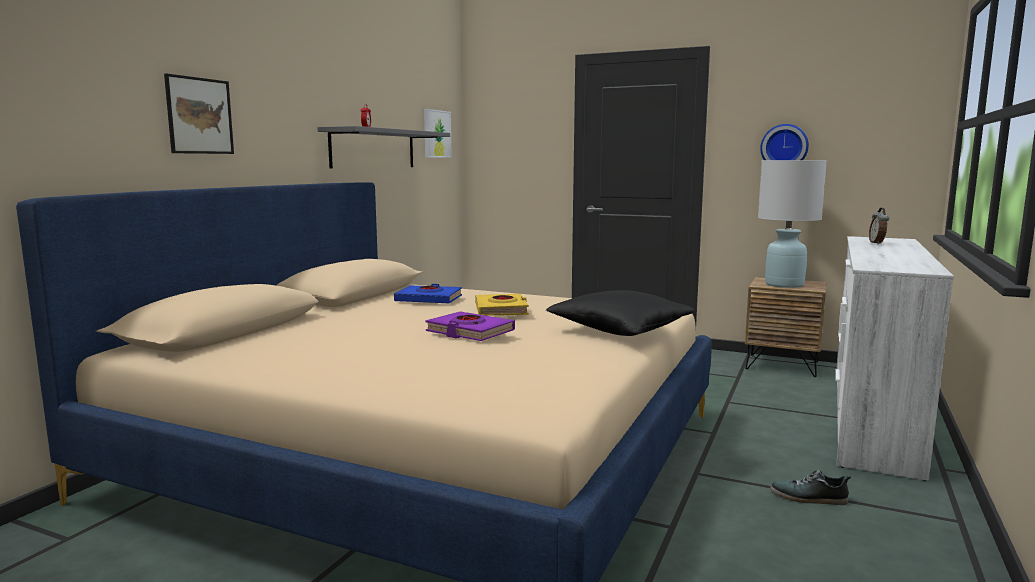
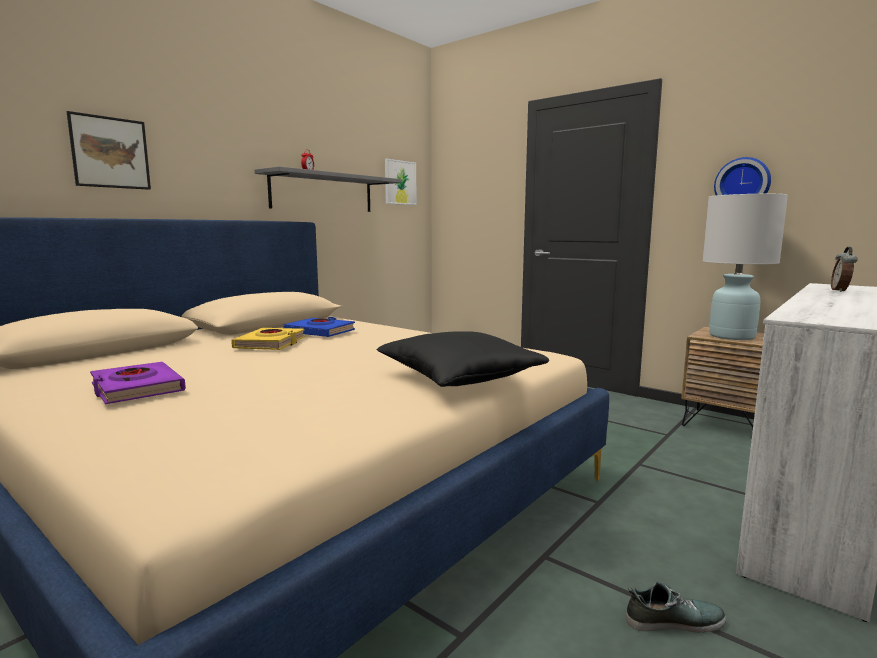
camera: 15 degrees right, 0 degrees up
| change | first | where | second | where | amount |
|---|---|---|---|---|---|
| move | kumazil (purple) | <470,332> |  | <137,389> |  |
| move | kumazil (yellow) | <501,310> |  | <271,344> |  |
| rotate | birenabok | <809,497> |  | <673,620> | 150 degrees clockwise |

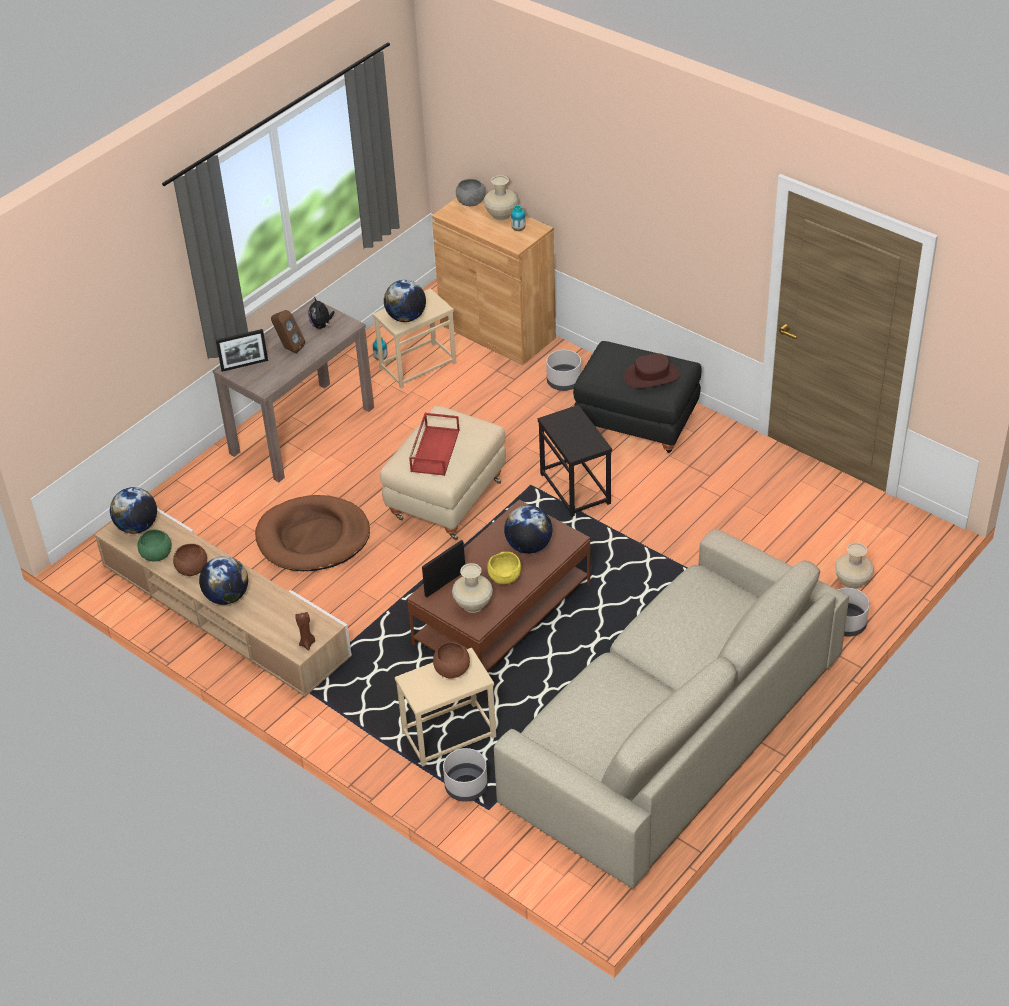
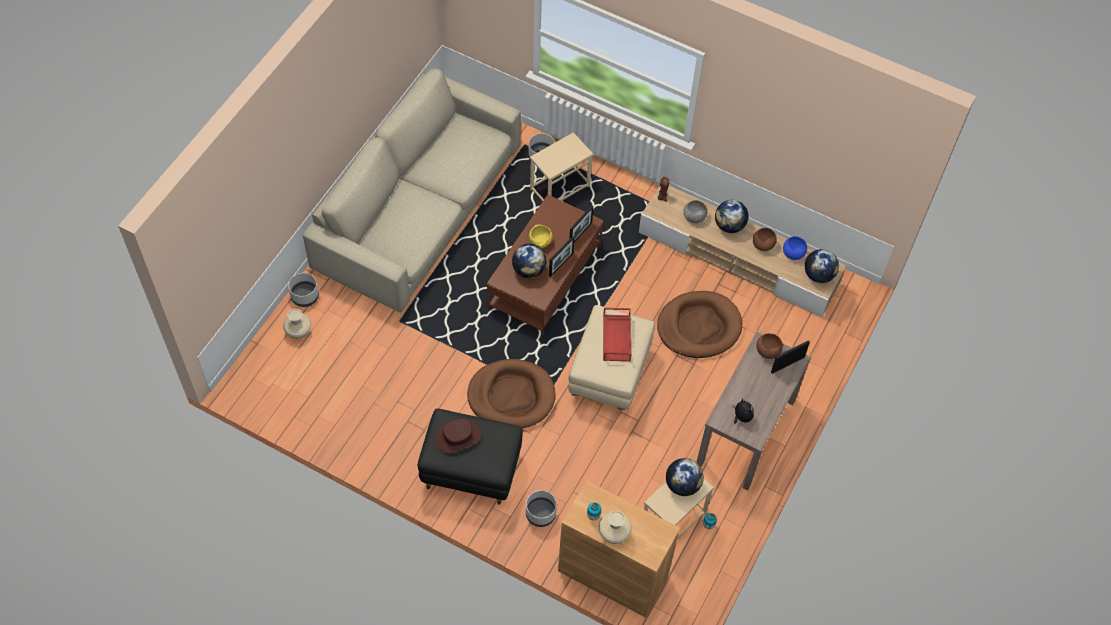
camera: 165 degrees right, 15 degrees up
| change | first | where | second | where | amount |
|---|---|---|---|---|---|
| recolor | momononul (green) | <156,554> | momononul (blue) | <793,253> |  |
| delete | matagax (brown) | <289,348> |  |  |  |
| move | momononul (brown) | <452,670> |  | <768,350> |  |
| delete | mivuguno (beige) | <473,604> |  |  |  |
| move | momononul (grey) | <471,202> |  | <694,217> |  |
| replace | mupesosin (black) | <576,488> | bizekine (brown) | <511,396> |  |
| insert |  |  | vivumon | <561,264> |  |

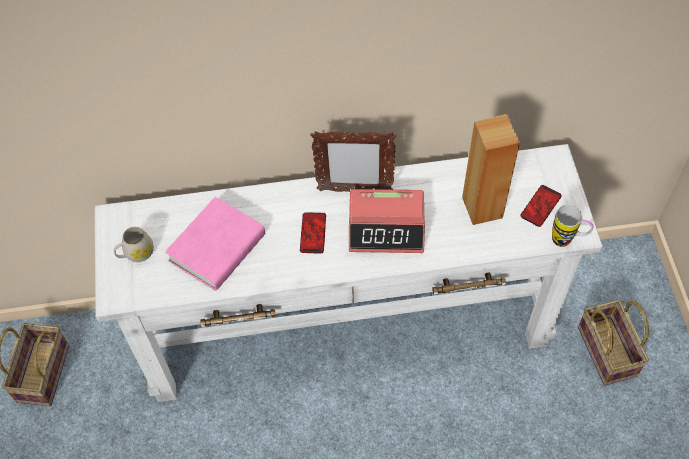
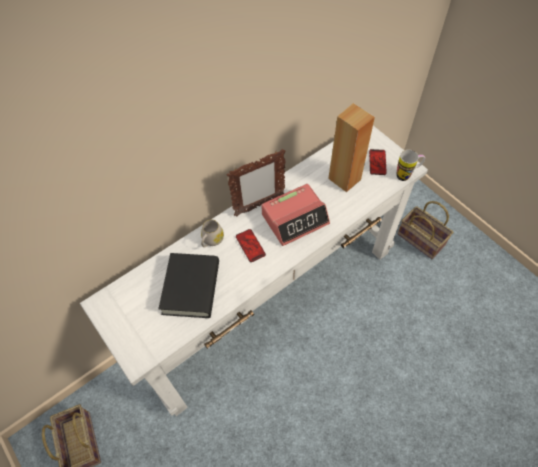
camera: 30 degrees left, 0 degrees up
| change | first | where | second | where | amount |
|---|---|---|---|---|---|
| move | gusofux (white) | <136,254> |  | <211,241> |  |
| recolor | kumazil (pink) | <217,248> | kumazil (black) | <191,288> |  |

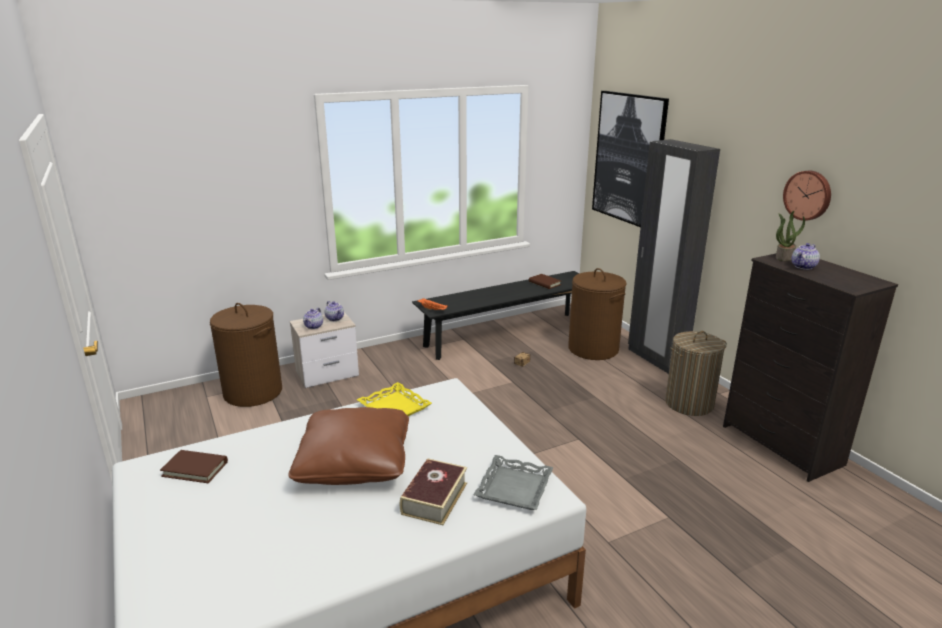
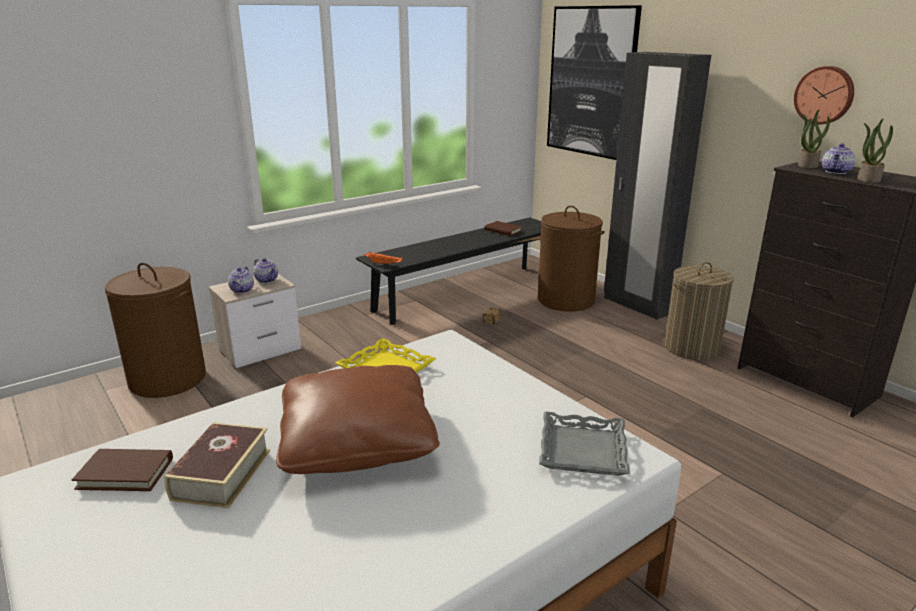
camera: 10 degrees left, 0 degrees up
| change | first | where | second | where | amount |
|---|---|---|---|---|---|
| move | kumazil | <434,498> |  | <222,474> |  |
| insert |  |  | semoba | <868,179> |  |

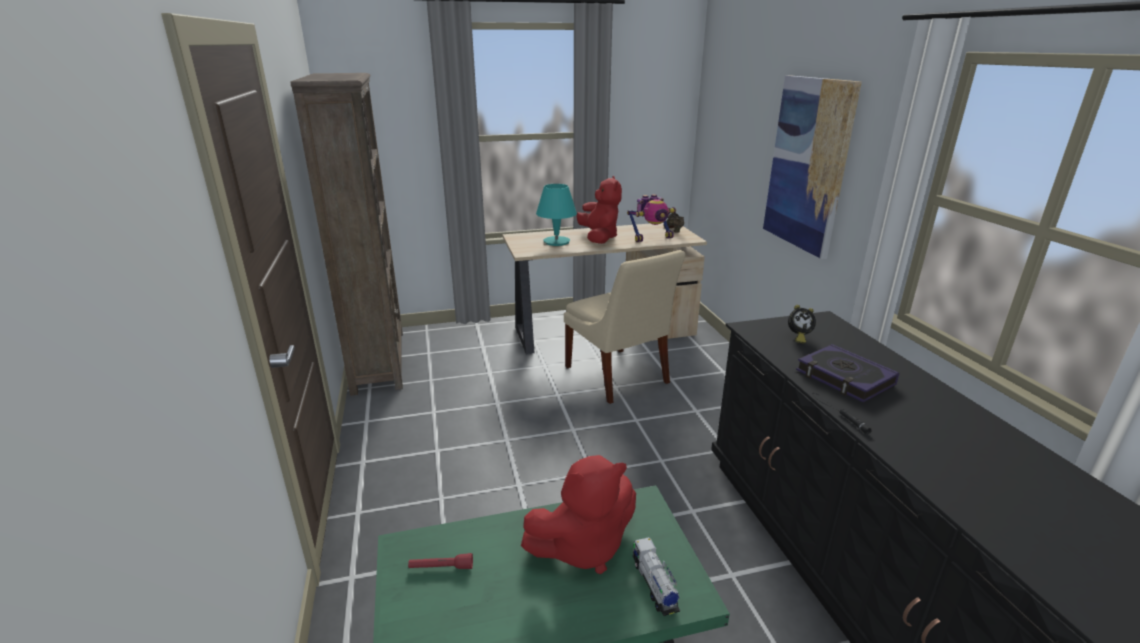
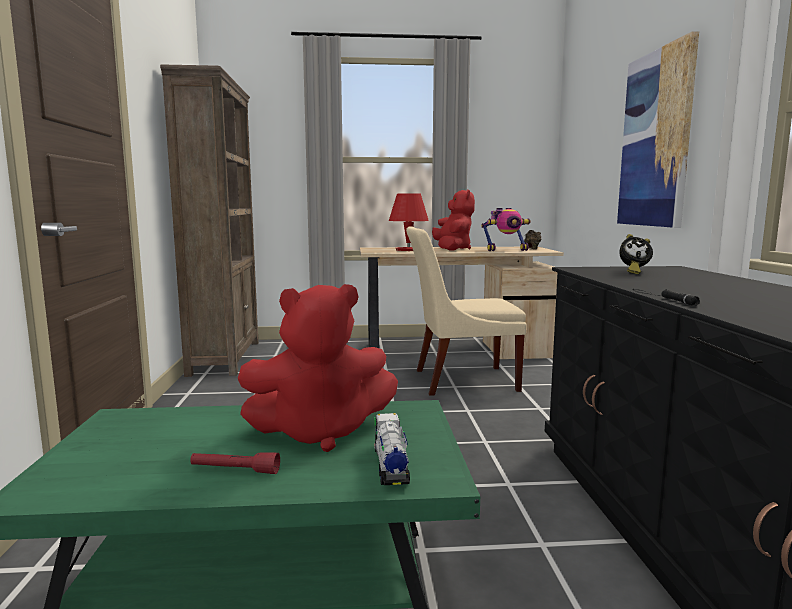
camera: 10 degrees right, 15 degrees down
| change | first | where | second | where | amount |
|---|---|---|---|---|---|
| move | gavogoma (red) | <441,567> |  | <235,470> |  |
| recolor | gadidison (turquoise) | <556,242> | gadidison (red) | <408,250> |  |
| rotate | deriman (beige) | <618,377> |  | <460,380> | 105 degrees clockwise |
| delete | kumazil | <844,378> |  |  |  |

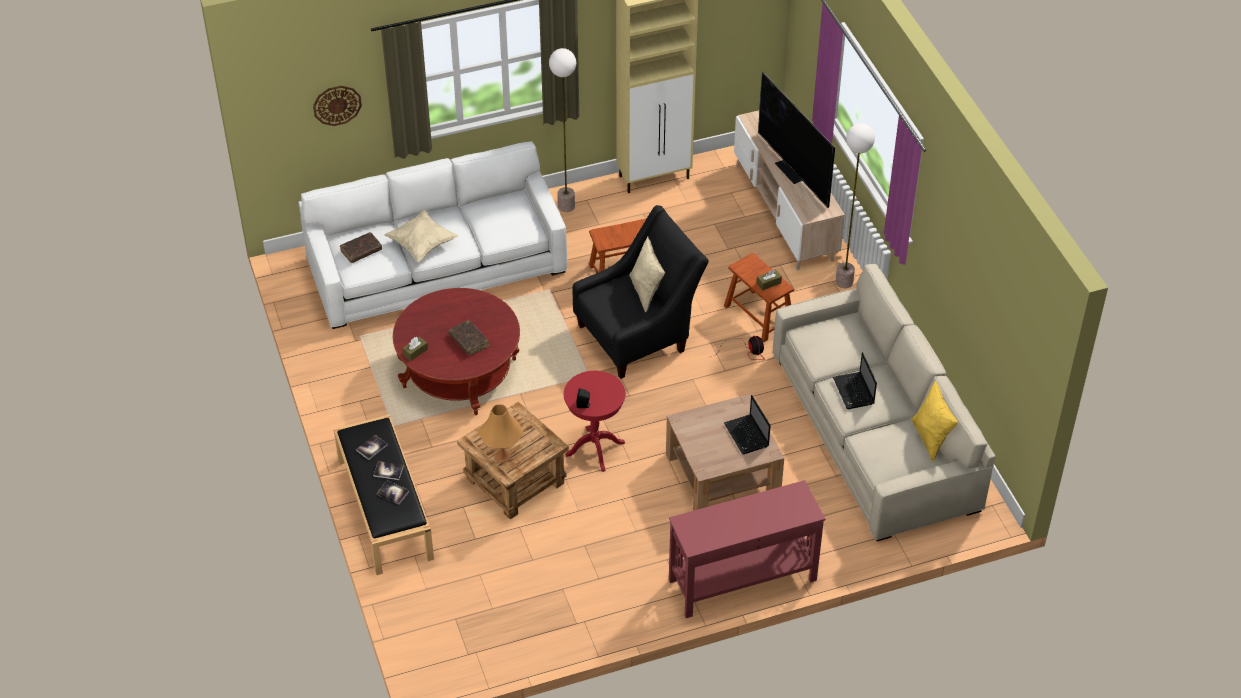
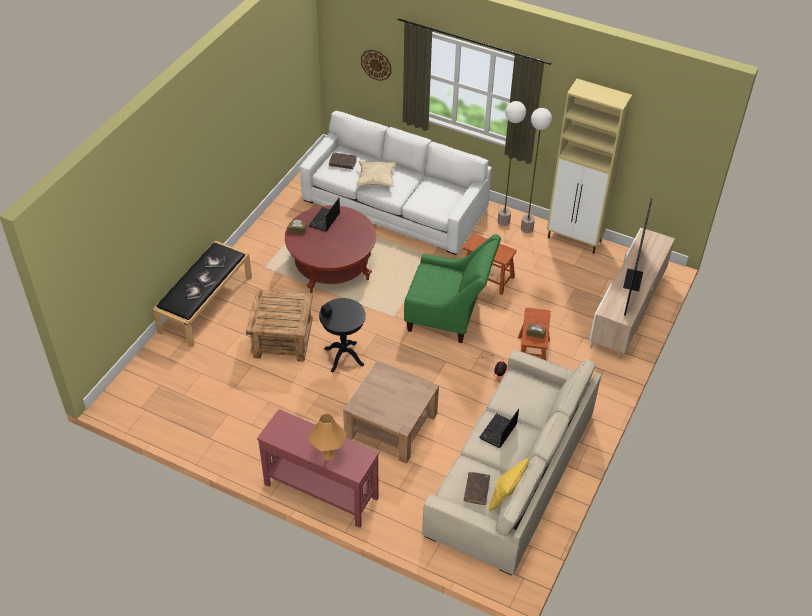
camera: 45 degrees right, 0 degrees up
| change | first | where | second | where | amount |
|---|---|---|---|---|---|
| move | kumazil (brown) | <469,341> |  | <476,490> |  |
| move | gadidison (orange) | <502,456> |  | <328,454> |  |
| recolor | mupesosin (red) | <595,449> | mupesosin (black) | <344,357> |  |
| recolor | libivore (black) | <638,335> | libivore (green) | <449,316> |  |
| delete | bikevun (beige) | <646,292> |  |  |  |
| move | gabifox | <747,436> |  | <324,220> |  |
| move | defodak | <844,282> |  | <526,228> |  |

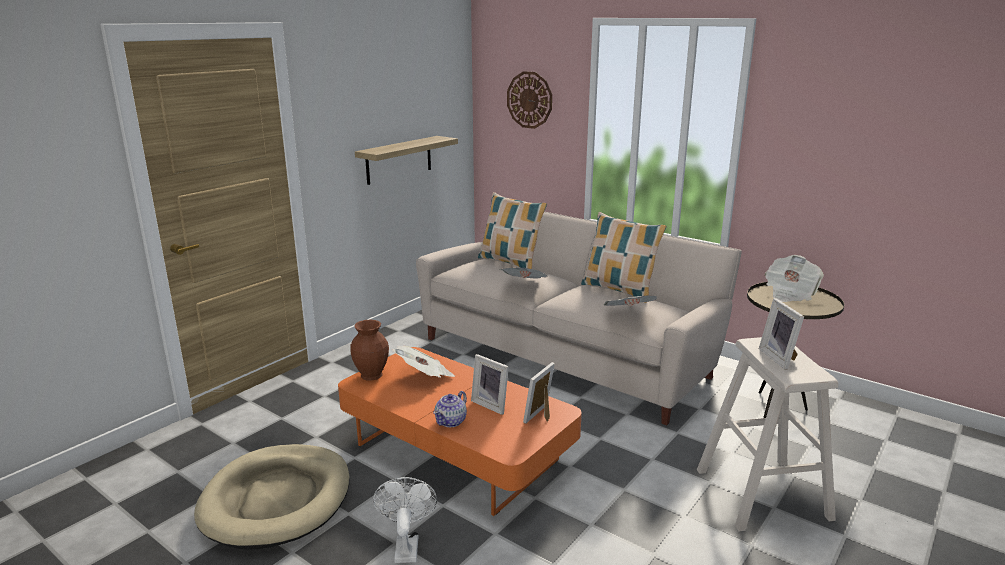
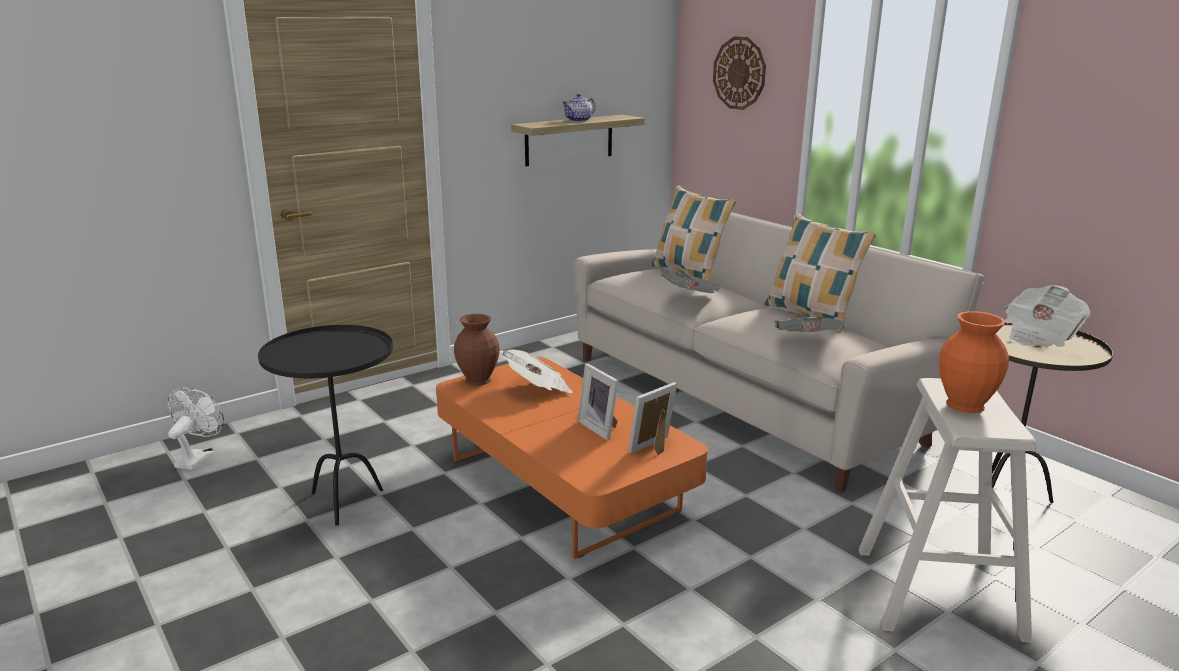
camera: 15 degrees right, 0 degrees up
| change | first | where | second | where | amount |
|---|---|---|---|---|---|
| replace | bizekine (beige) | <277,499> | mupesosin (black) | <344,502> |  |
| move | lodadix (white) | <406,545> |  | <198,457> |  |
| move | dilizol | <451,421> |  | <579,120> |  |
| replace | vivumon | <780,358> | mivuguno (orange) | <966,405> |  |

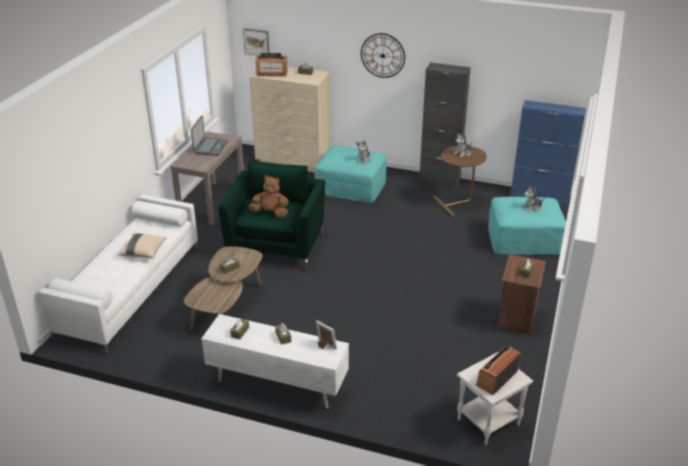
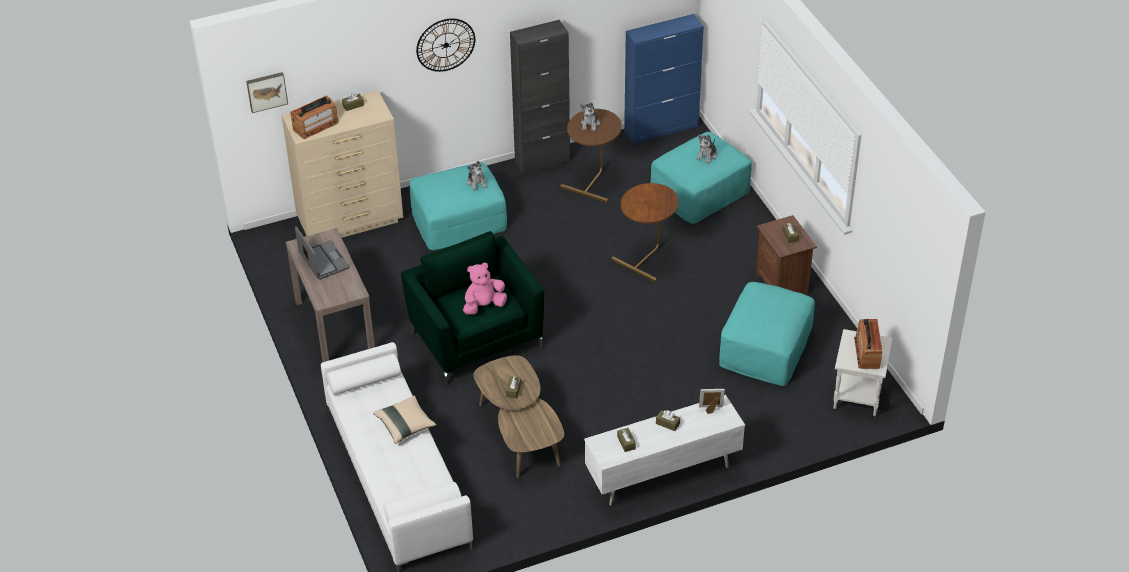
camera: 40 degrees left, 10 degrees up
| change | first | where | second | where | amount |
|---|---|---|---|---|---|
| recolor | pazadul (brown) | <270,213> | pazadul (pink) | <484,306> |  |
| insert |  |  | mupesosin (brown) | <647,257> |  |
| insert |  |  | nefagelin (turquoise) | <765,347> |  |

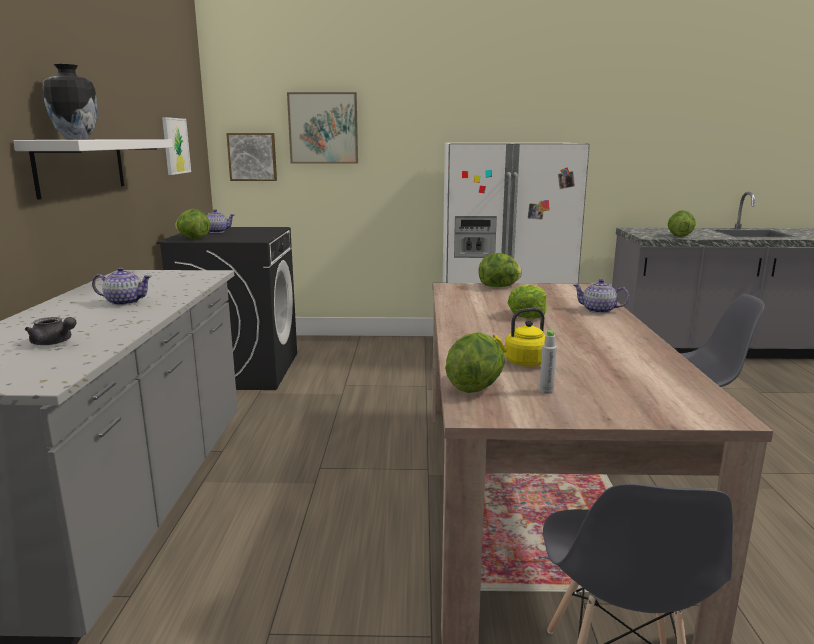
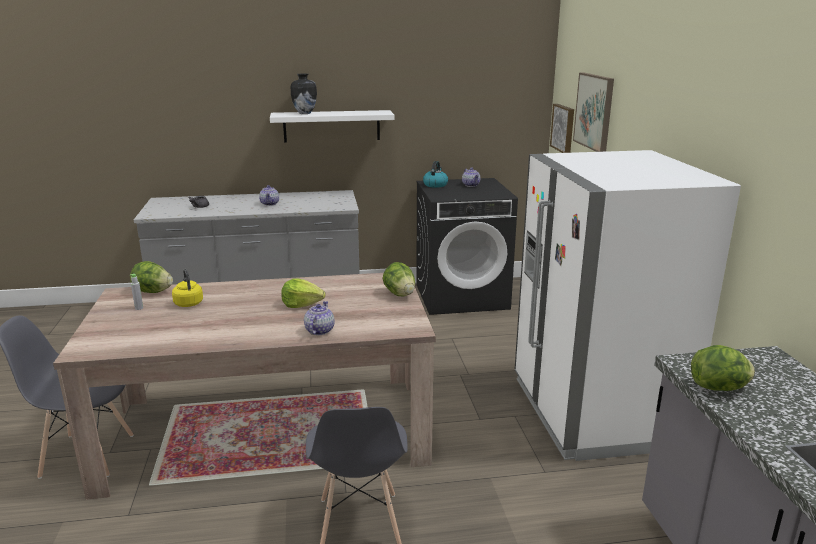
camera: 80 degrees right, 5 degrees up
| change | first | where | second | where | amount |
|---|---|---|---|---|---|
| delete | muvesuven | <175,146> |  |  |  |
| replace | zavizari | <193,238> | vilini | <435,185> |  |

